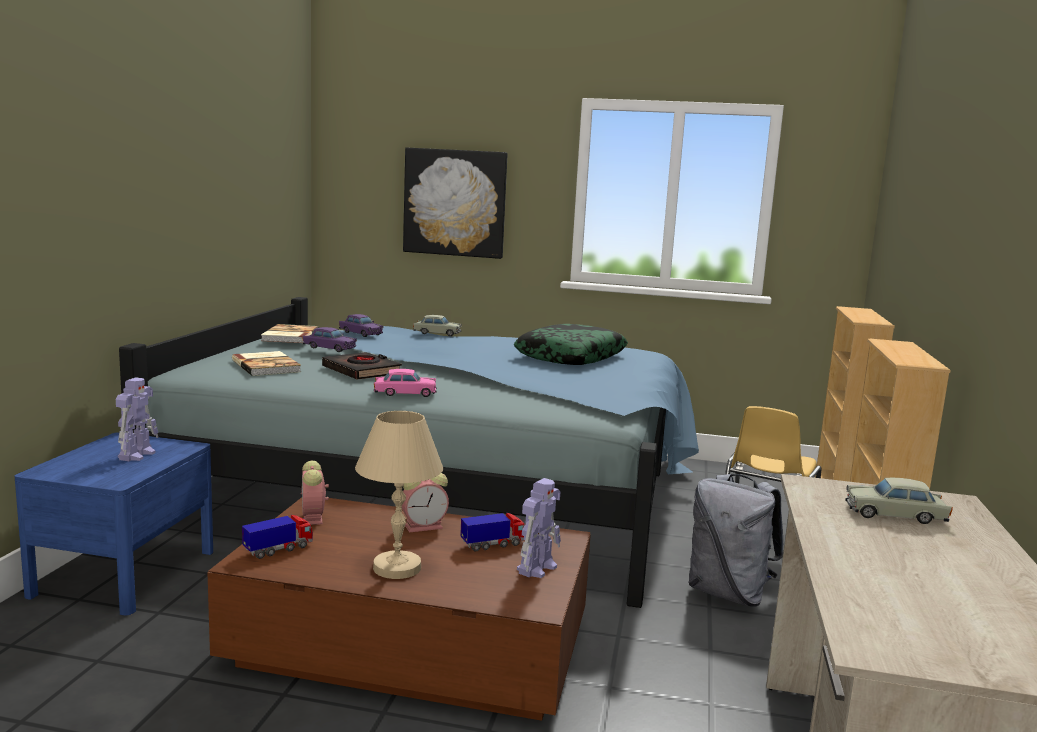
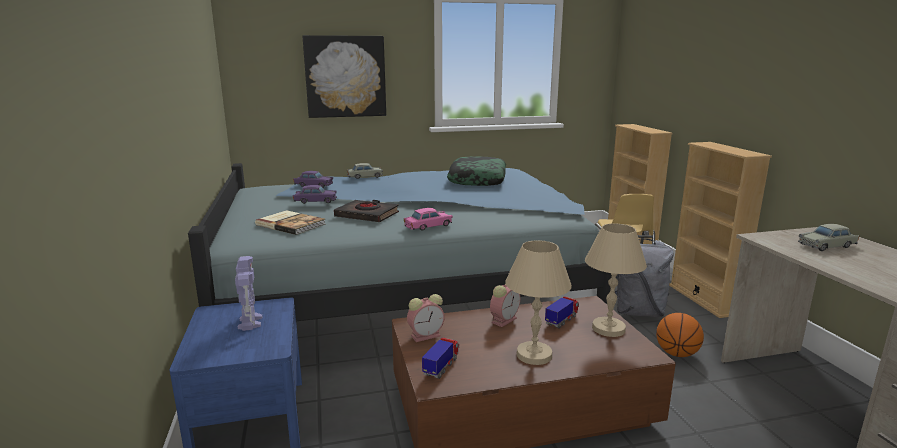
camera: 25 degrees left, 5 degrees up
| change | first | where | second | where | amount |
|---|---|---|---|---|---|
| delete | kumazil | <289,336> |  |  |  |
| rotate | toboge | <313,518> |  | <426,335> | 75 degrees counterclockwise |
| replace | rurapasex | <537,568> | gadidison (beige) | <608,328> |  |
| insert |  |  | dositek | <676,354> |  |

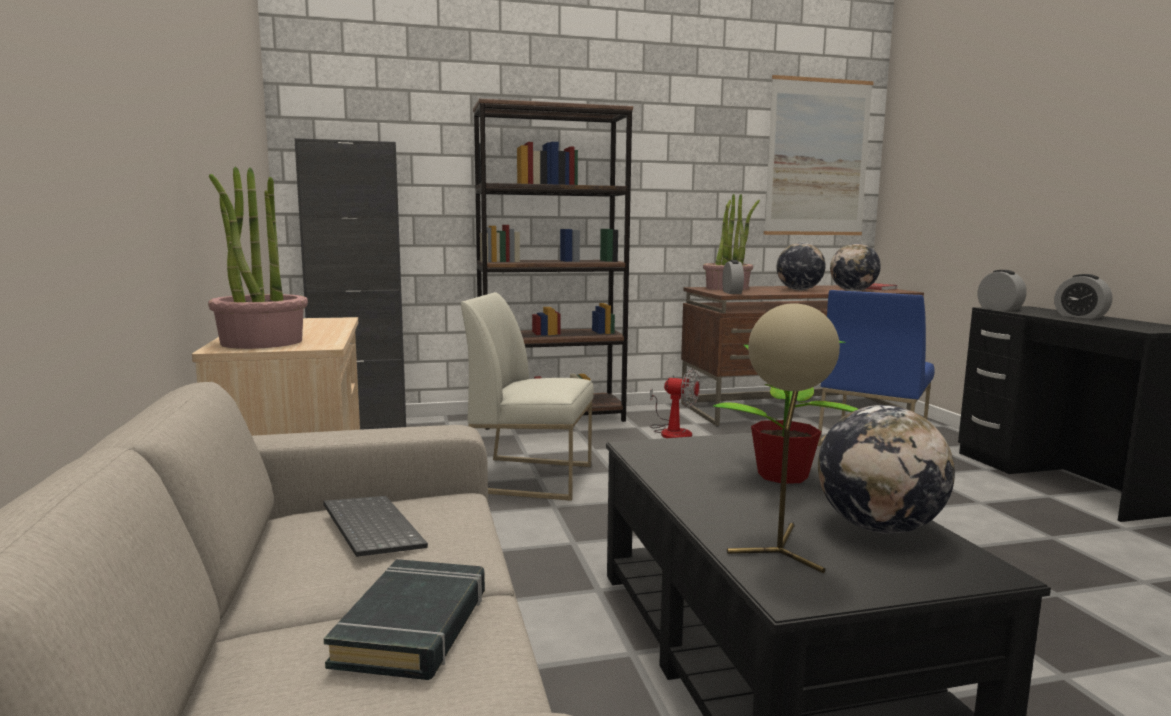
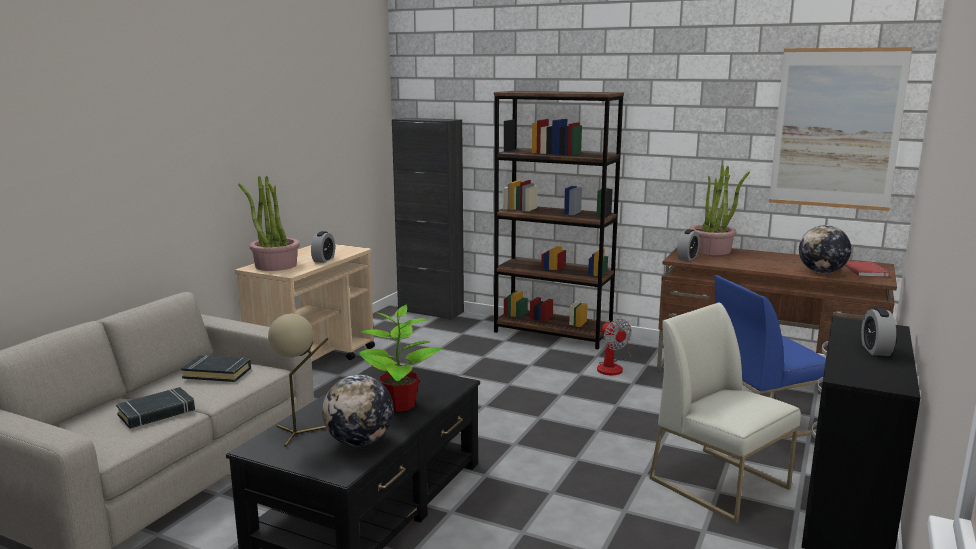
camera: 40 degrees right, 5 degrees up
| change | first | where | second | where | amount |
|---|---|---|---|---|---|
| replace | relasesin | <369,528> | kumazil (black) | <217,373> |  |
| move | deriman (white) | <531,478> |  | <720,483> |  |
| delete | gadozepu | <799,290> |  |  |  |
| move | toboge | <999,309> |  | <323,260> |  |

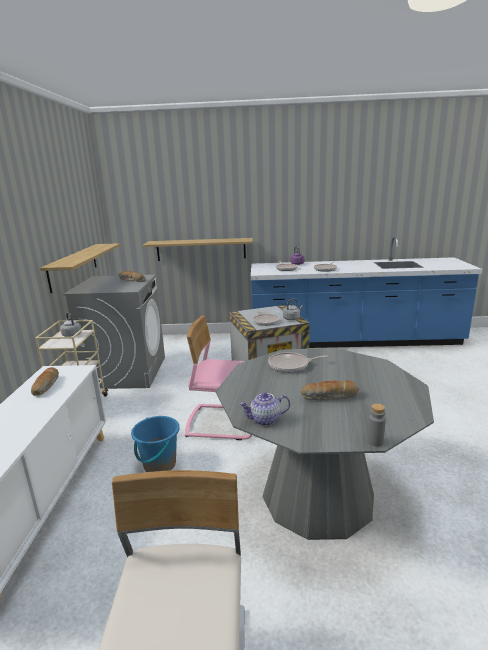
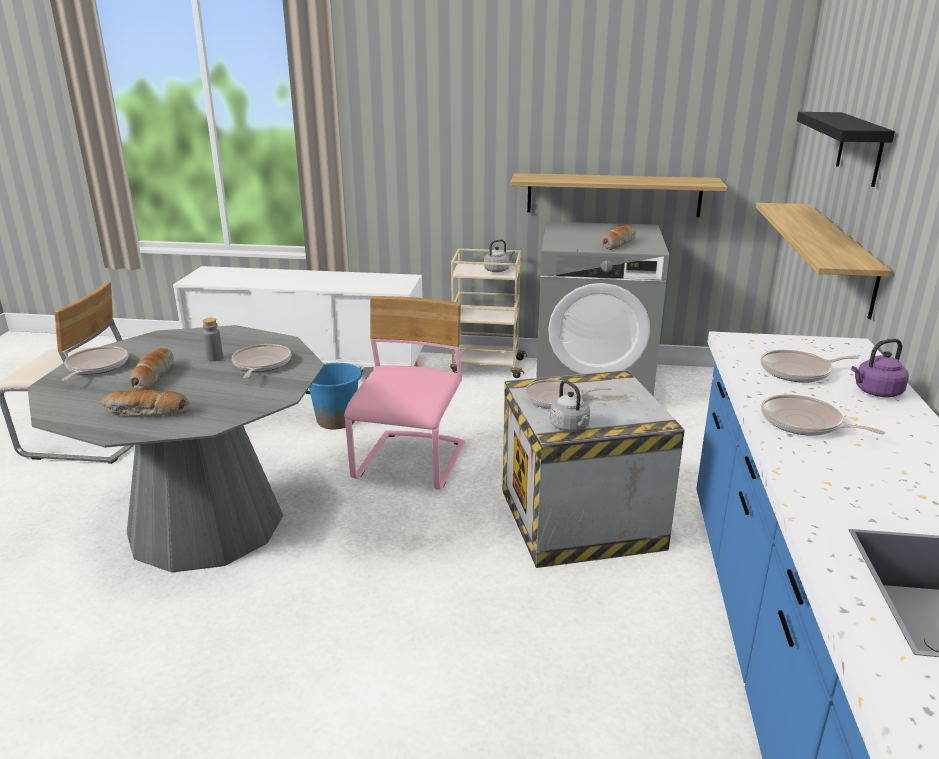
camera: 95 degrees right, 5 degrees up
| change | first | where | second | where | amount |
|---|---|---|---|---|---|
| move | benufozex | <46,386> |  | <146,413> |  |
| delete | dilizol | <265,420> |  |  |  |
| move | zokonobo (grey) | <375,441> |  | <215,358> |  |
| insert |  |  | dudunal | <96,367> |  |
| insert |  |  | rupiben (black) | <860,148> |  |

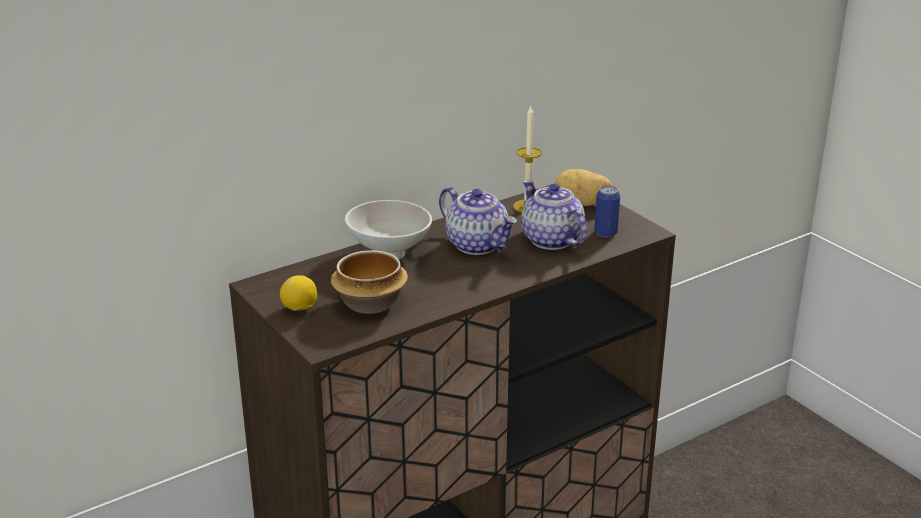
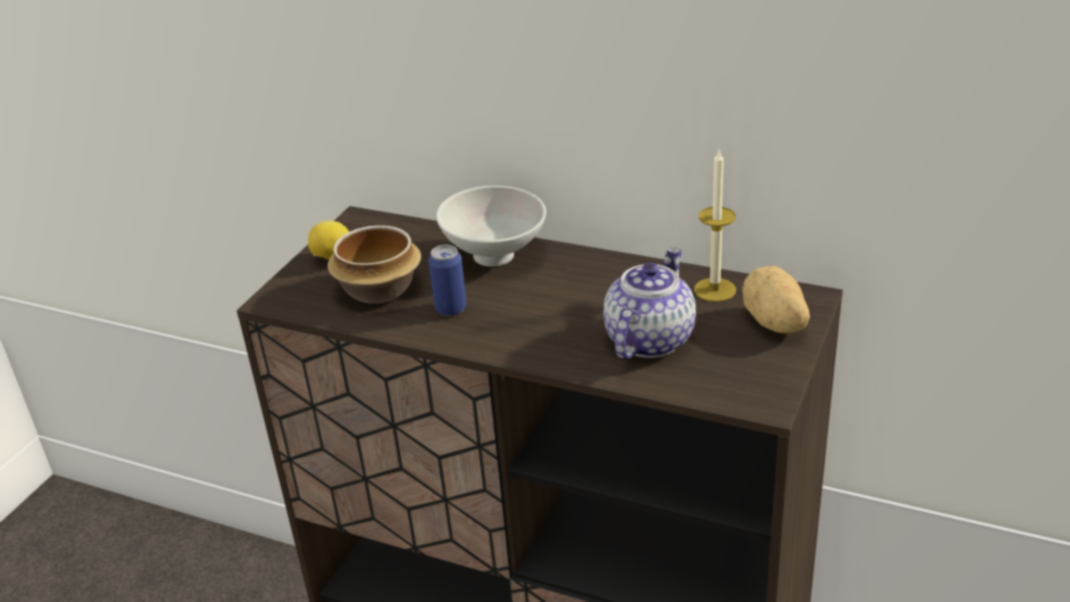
camera: 60 degrees right, 5 degrees up
| change | first | where | second | where | amount |
|---|---|---|---|---|---|
| delete | dilizol | <478,245> |  |  |  |
| move | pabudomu | <605,233> |  | <451,308> |  |

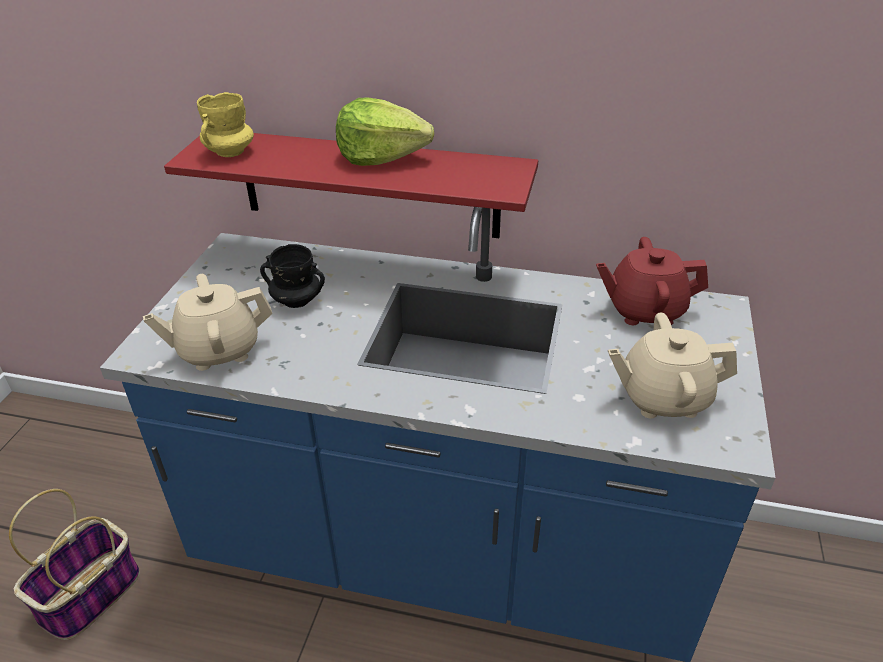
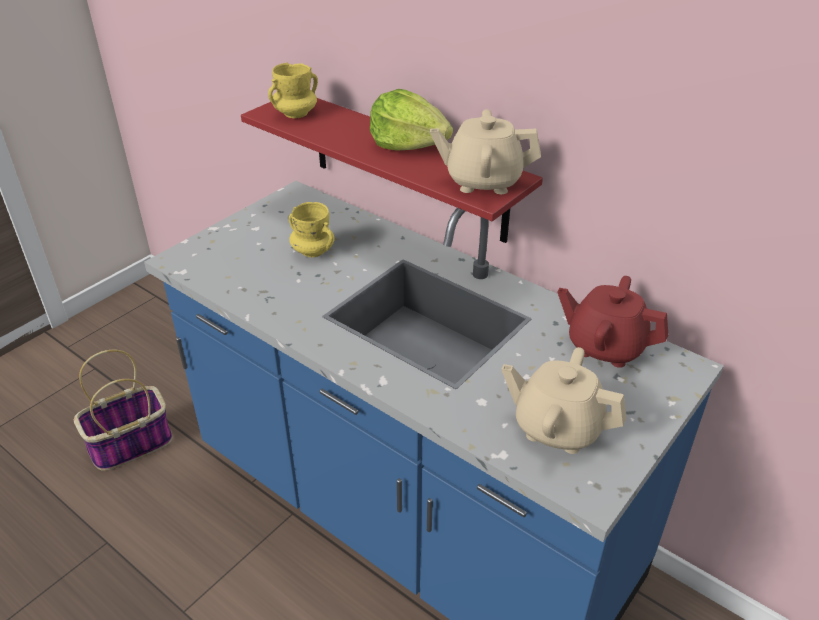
camera: 25 degrees right, 0 degrees up
| change | first | where | second | where | amount |
|---|---|---|---|---|---|
| move | dilizol (beige) | <218,350> |  | <483,181> |  |
| recolor | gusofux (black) | <296,301> | gusofux (yellow) | <312,251> |  |

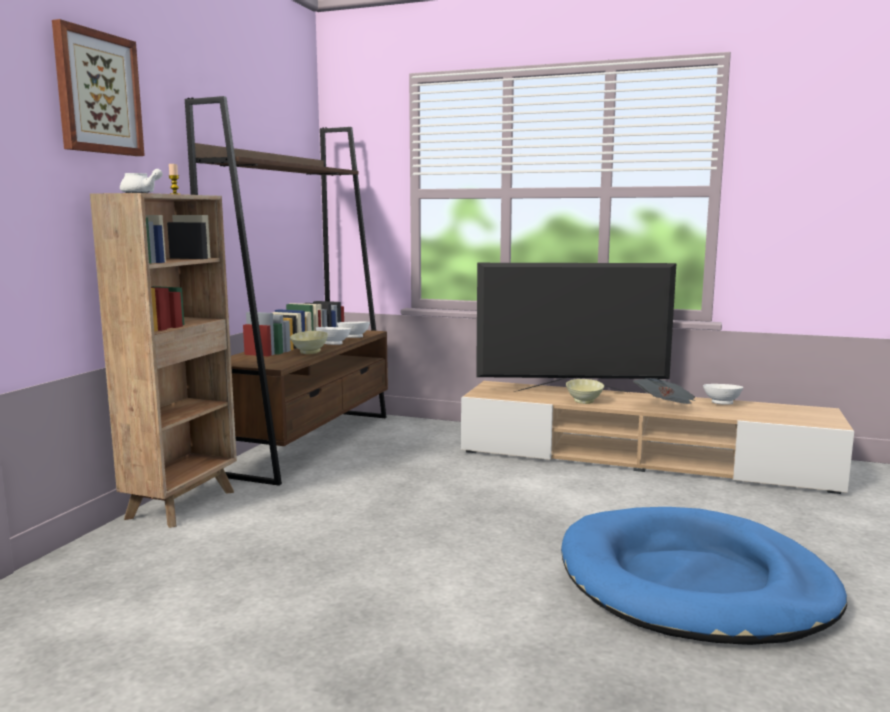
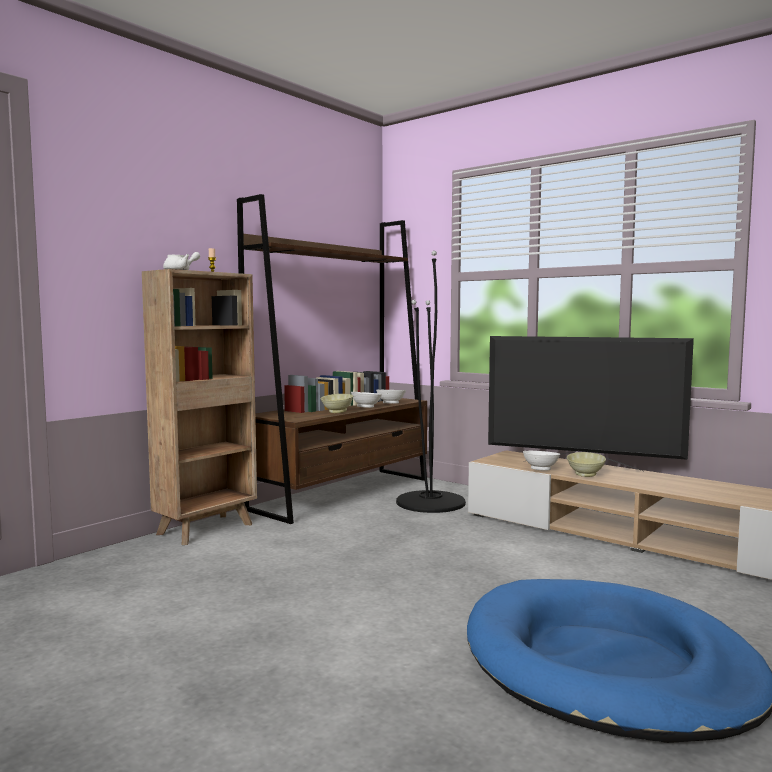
camera: 20 degrees right, 5 degrees down
| change | first | where | second | where | amount |
|---|---|---|---|---|---|
| delete | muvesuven | <97,93> |  |  |  |
| delete | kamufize | <665,408> |  |  |  |
| move | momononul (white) | <722,403> |  | <541,469> |  |
| insert |  |  | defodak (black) | <430,502> |  |

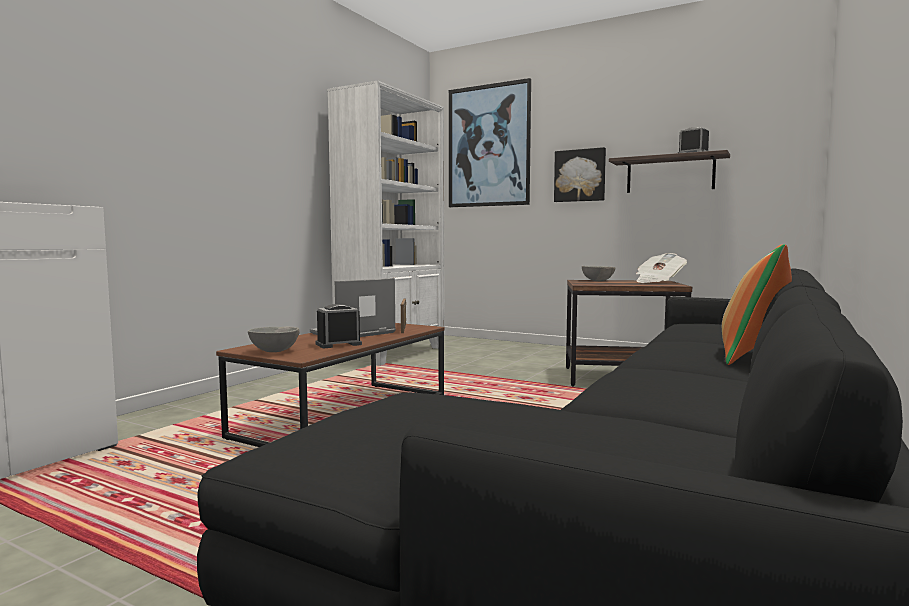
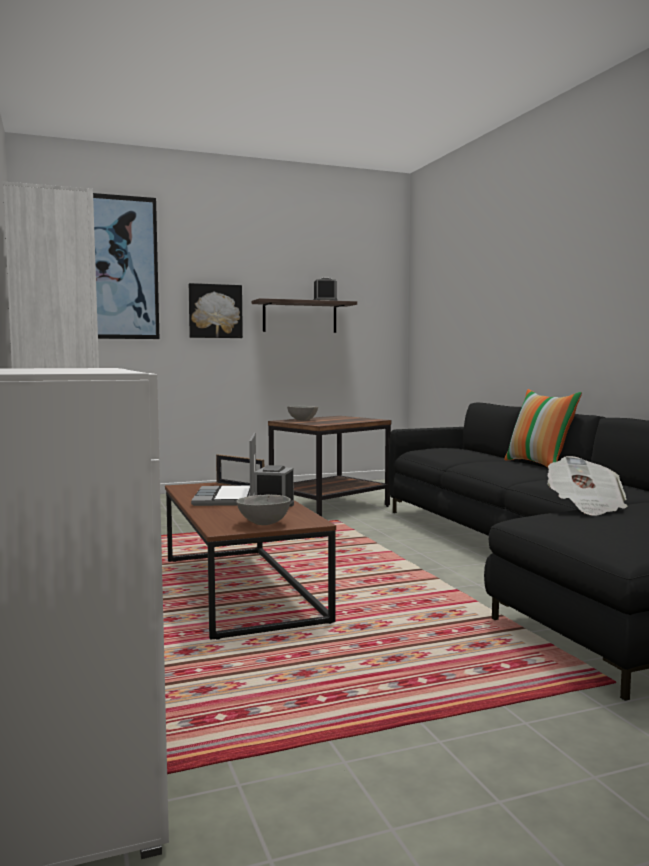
camera: 50 degrees left, 0 degrees up
| change | first | where | second | where | amount |
|---|---|---|---|---|---|
| move | kamufize | <658,282> |  | <585,507> |  |

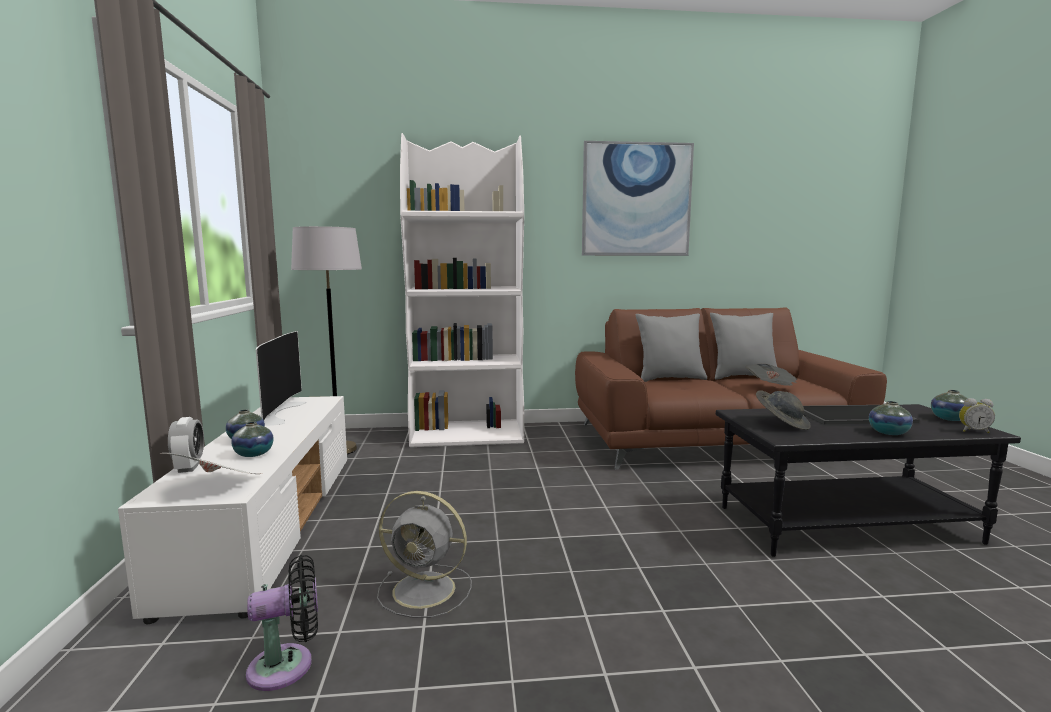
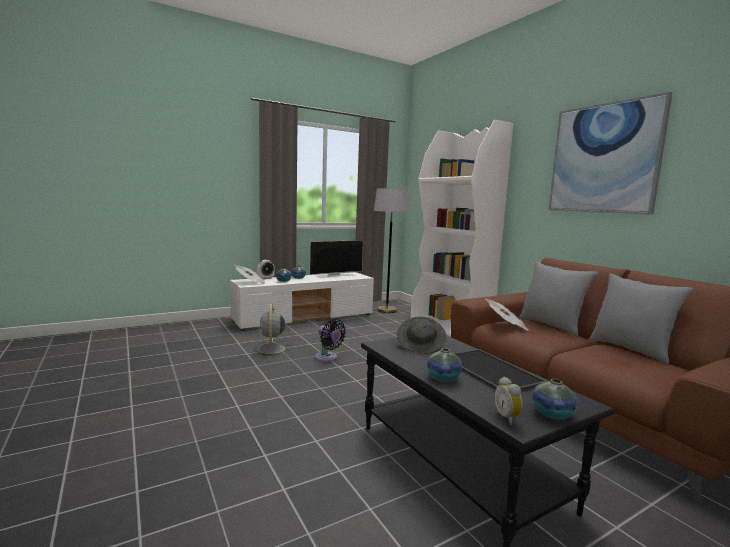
camera: 65 degrees right, 0 degrees up
| change | first | where | second | where | amount |
|---|---|---|---|---|---|
| move | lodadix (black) | <287,666> |  | <327,358> |  |
| move | kamufize | <772,388> |  | <506,326> |  |

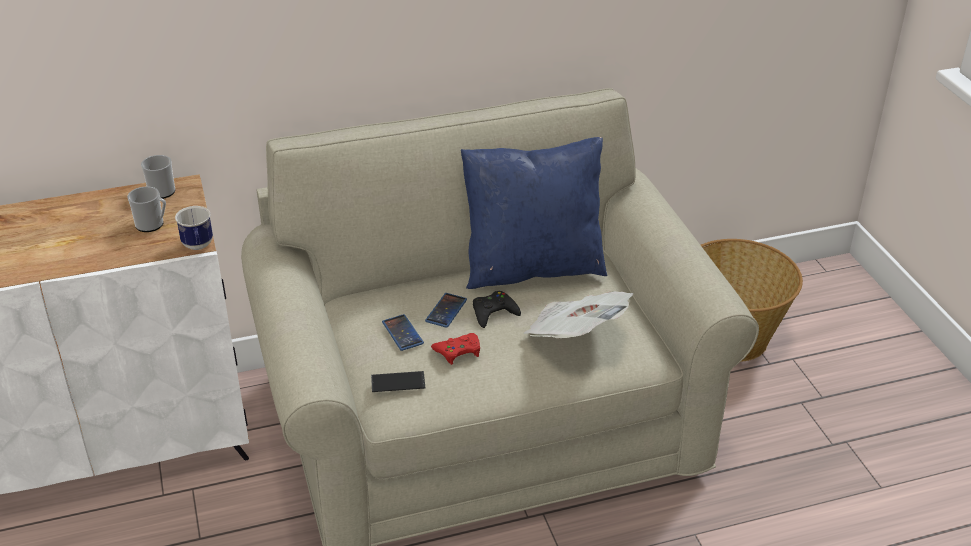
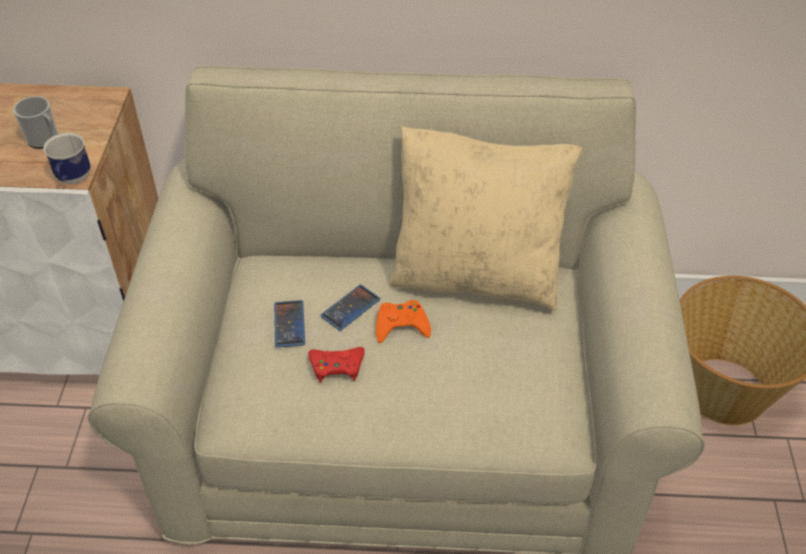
camera: 20 degrees right, 10 degrees up
| change | first | where | second | where | amount |
|---|---|---|---|---|---|
| delete | gusofux | <160,190> |  |  |  |
| delete | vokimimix | <398,382> |  |  |  |
| recolor | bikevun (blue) | <532,267> | bikevun (beige) | <476,275> |  |
| recolor | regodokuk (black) | <494,313> | regodokuk (orange) | <401,325> |  |
| delete | kamufize | <575,335> |  |  |  |

